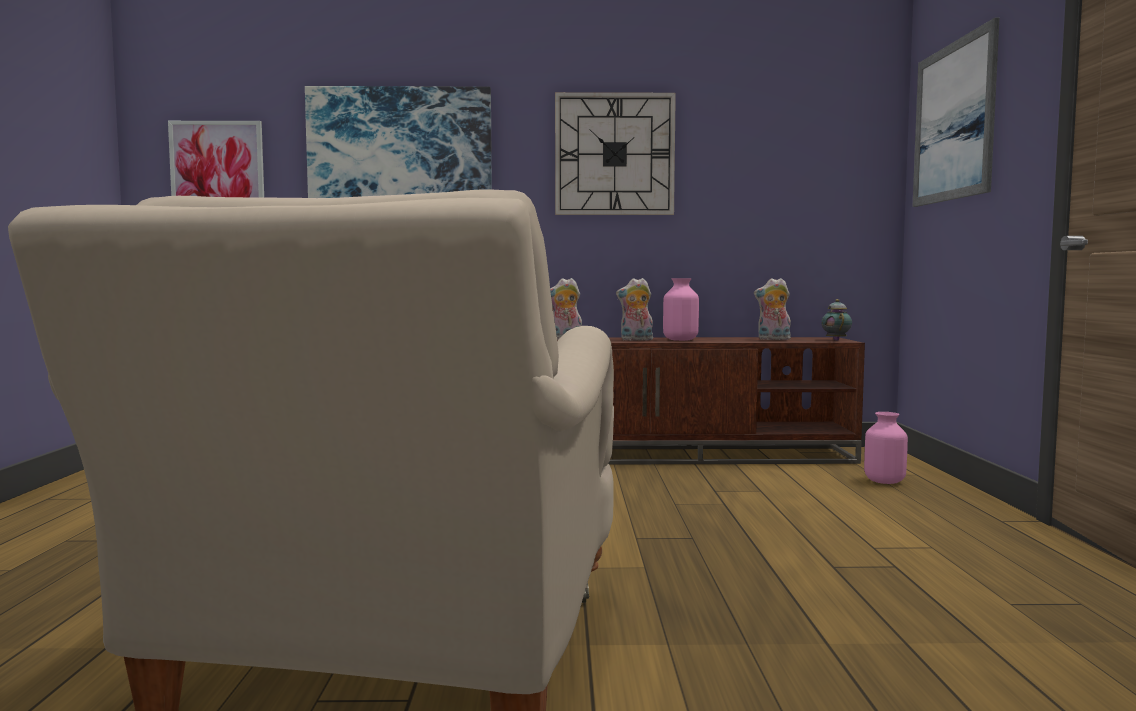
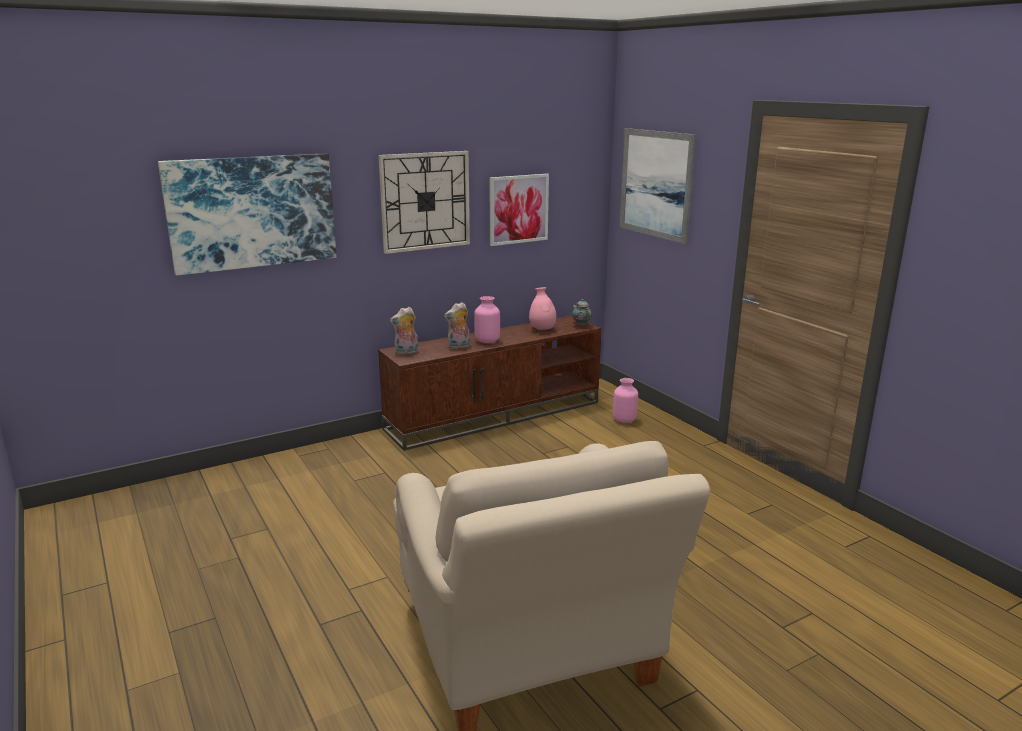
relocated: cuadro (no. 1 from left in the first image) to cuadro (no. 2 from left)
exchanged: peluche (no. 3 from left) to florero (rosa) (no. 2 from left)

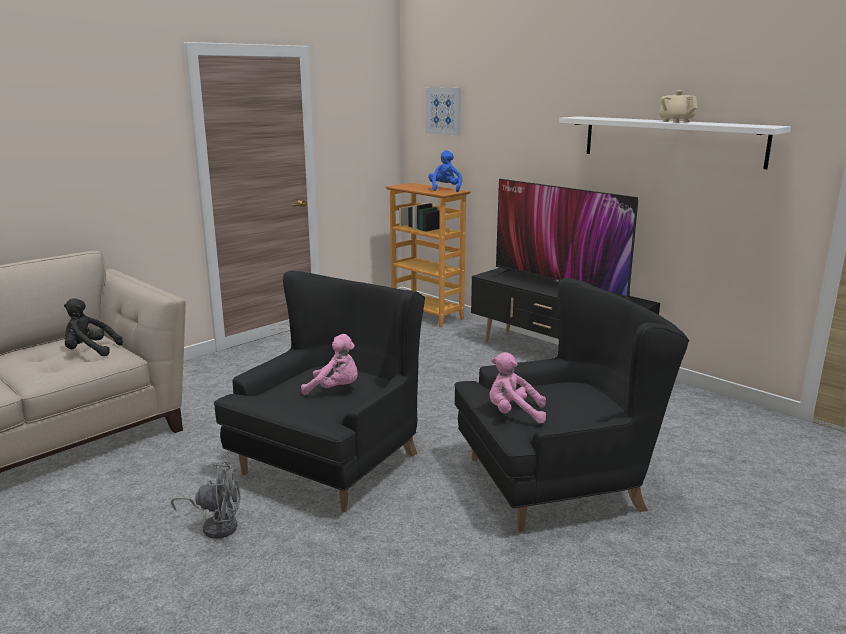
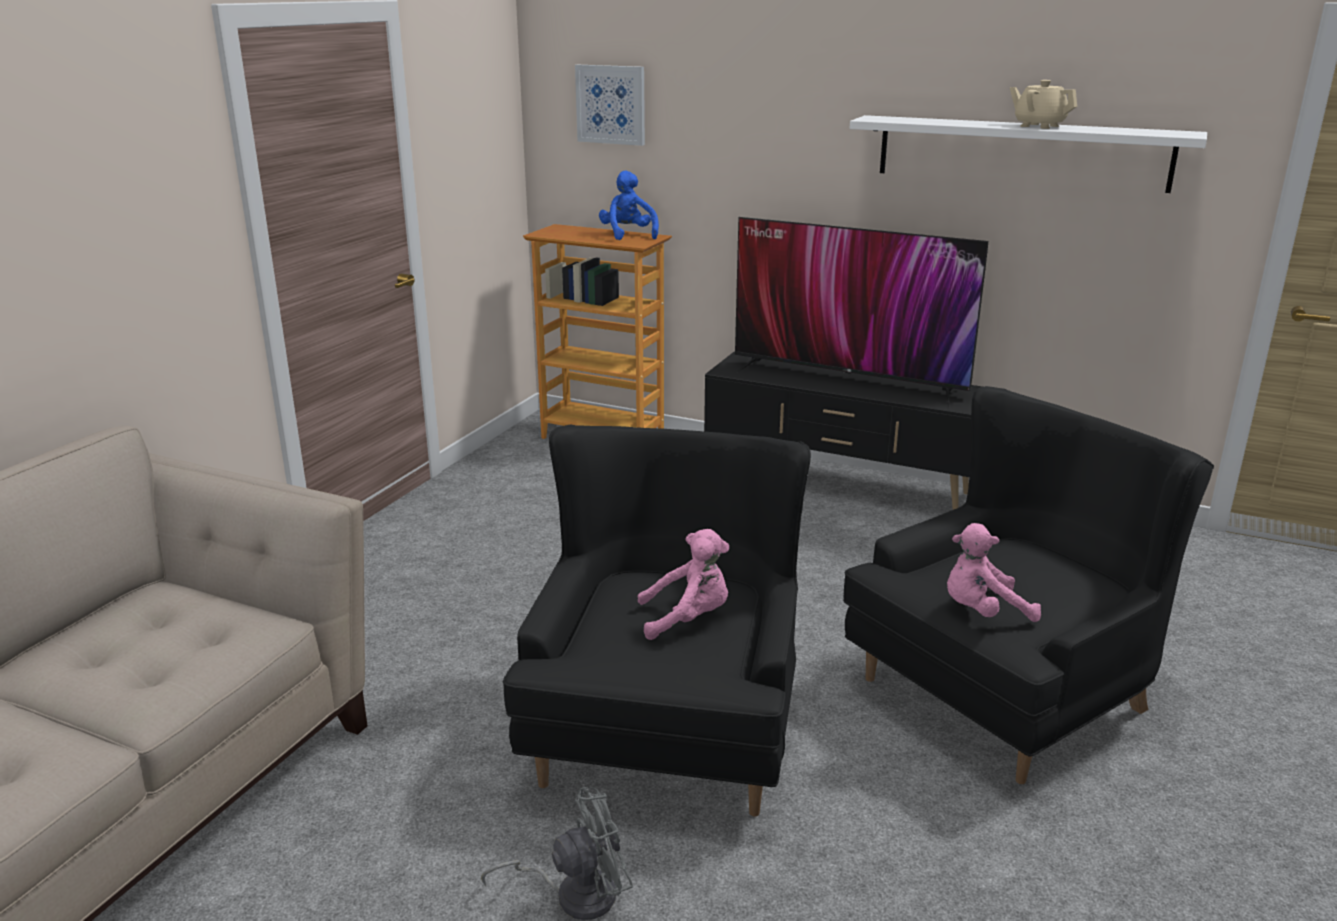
missing: peluche (negro)

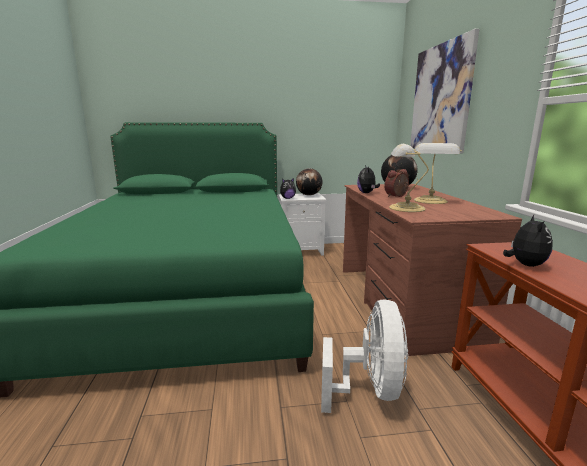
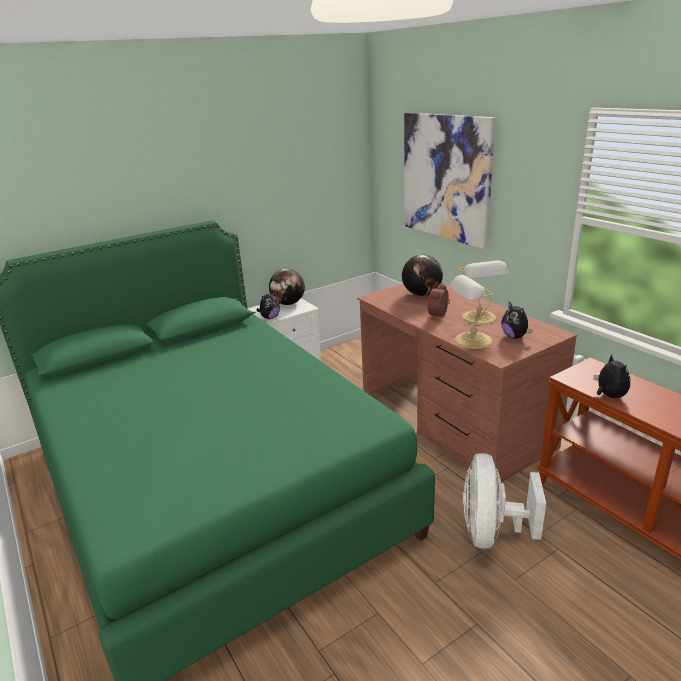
relocated: peluche (no. 2 from left)
spun: ventilador (blanco) 150 degrees counterclockwise

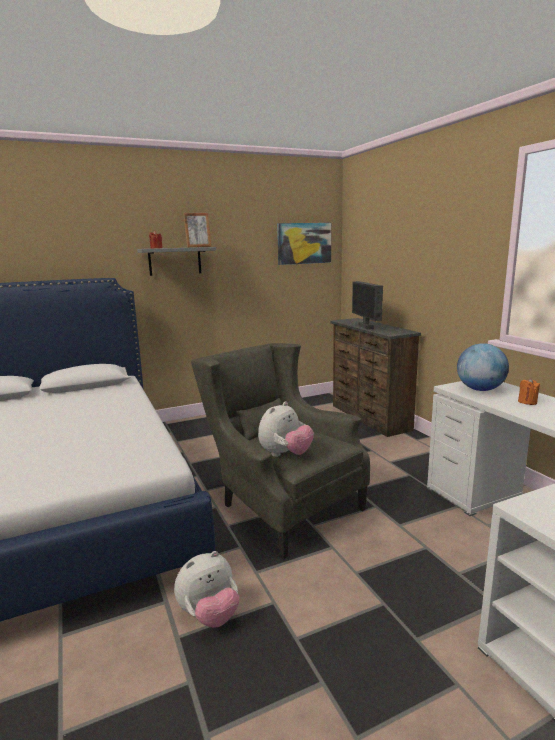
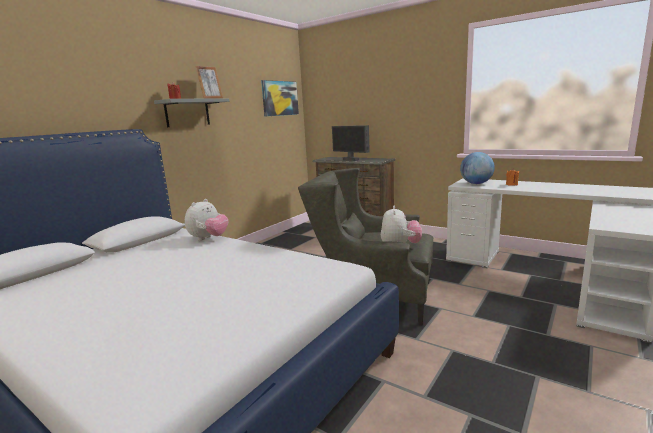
relocated: peluche (no. 1 from left)

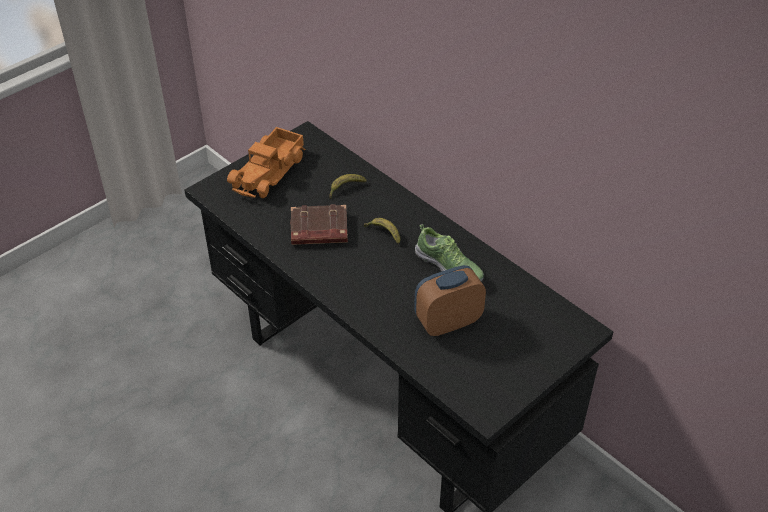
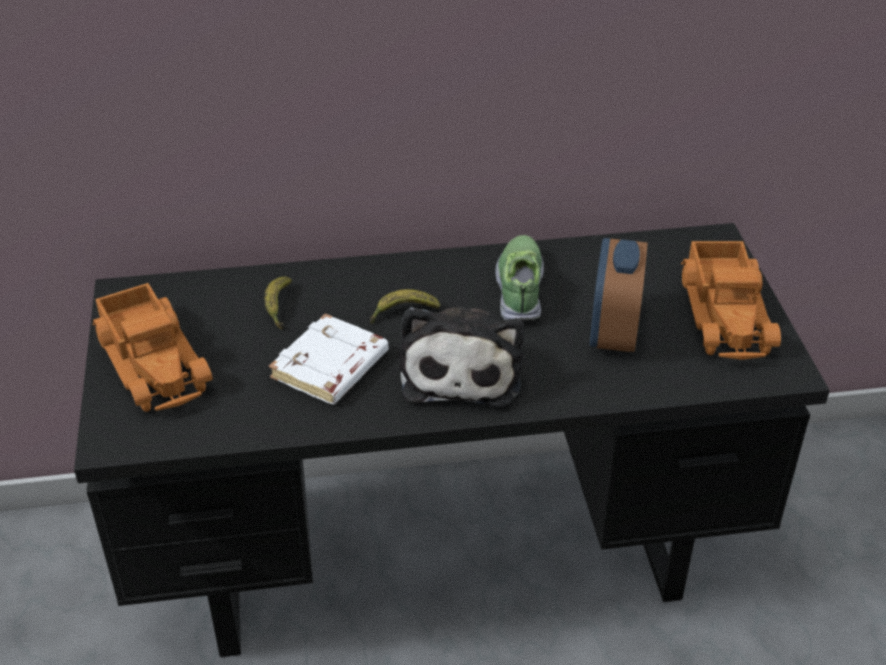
appeared: peluche; camión de juguete (no. 2 from left)
colour: libro (marrón) to libro (blanco)
spun: zapato 75 degrees counterclockwise

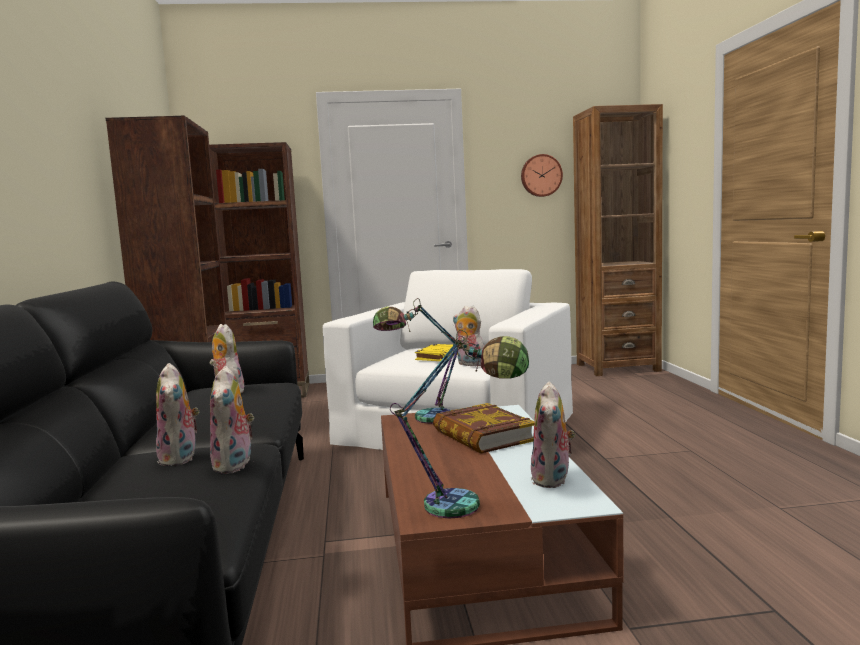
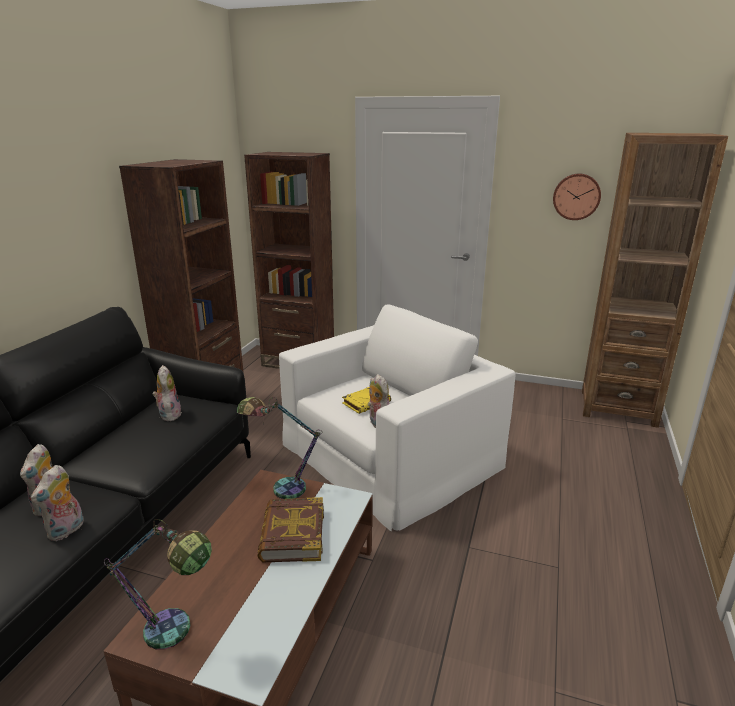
missing: peluche (no. 5 from left)

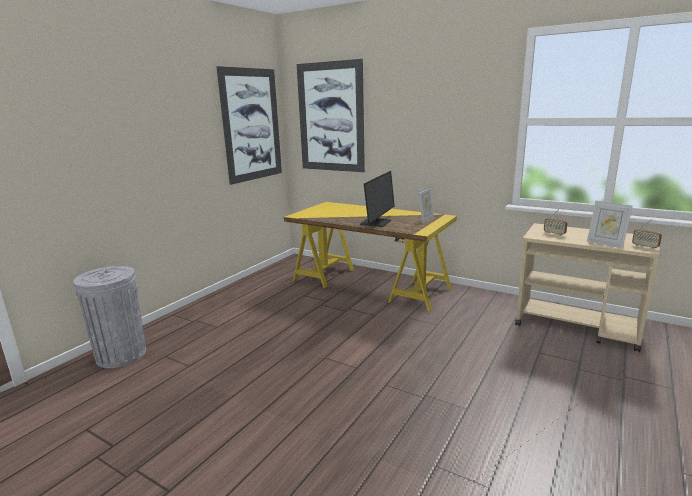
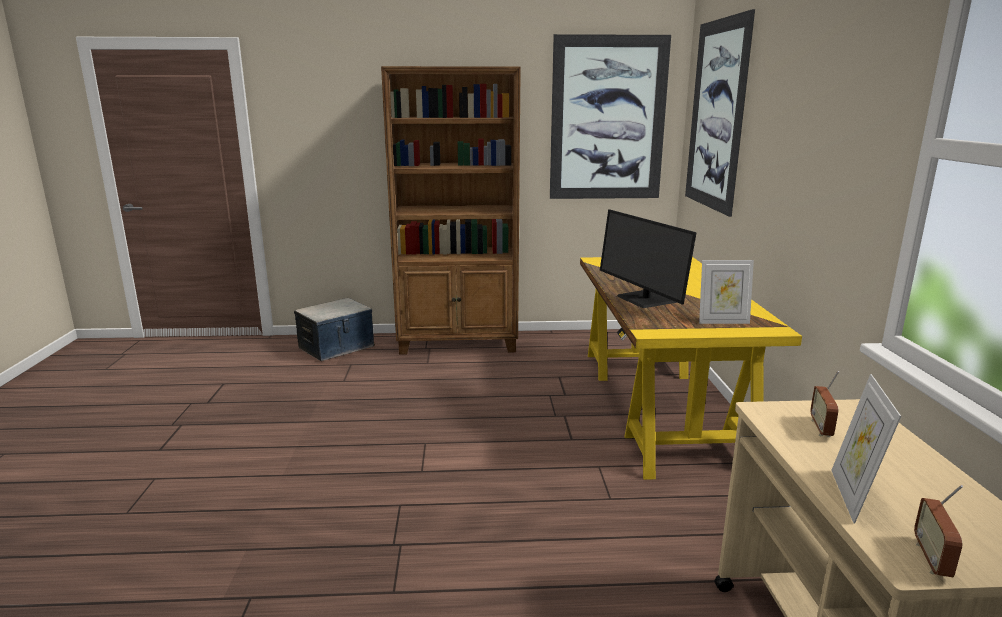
appeared: estantería (marrón)
exchanged: papelera (gris) to caja de almacenaje
spun: monitor 75 degrees clockwise

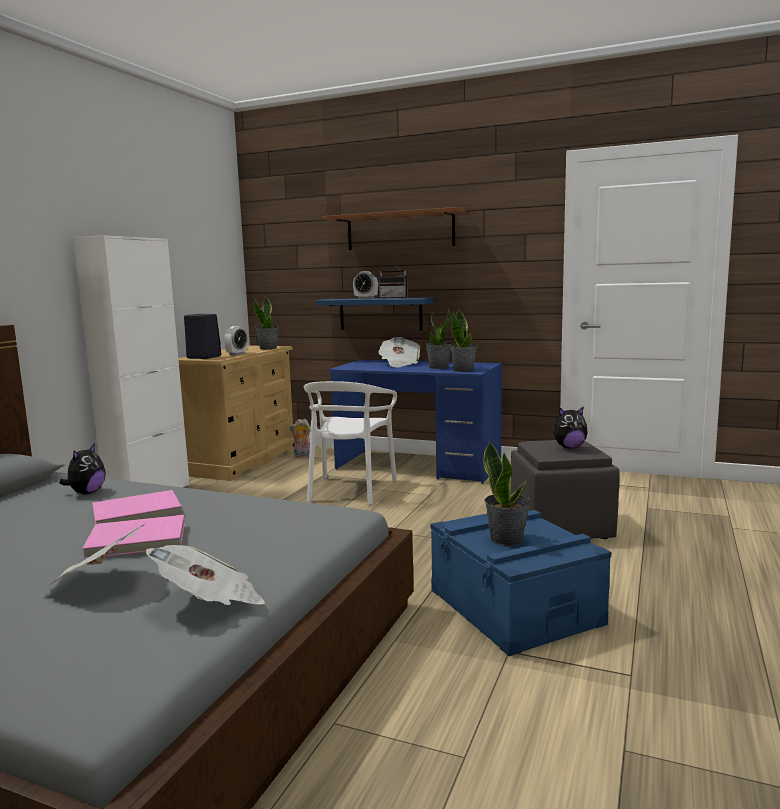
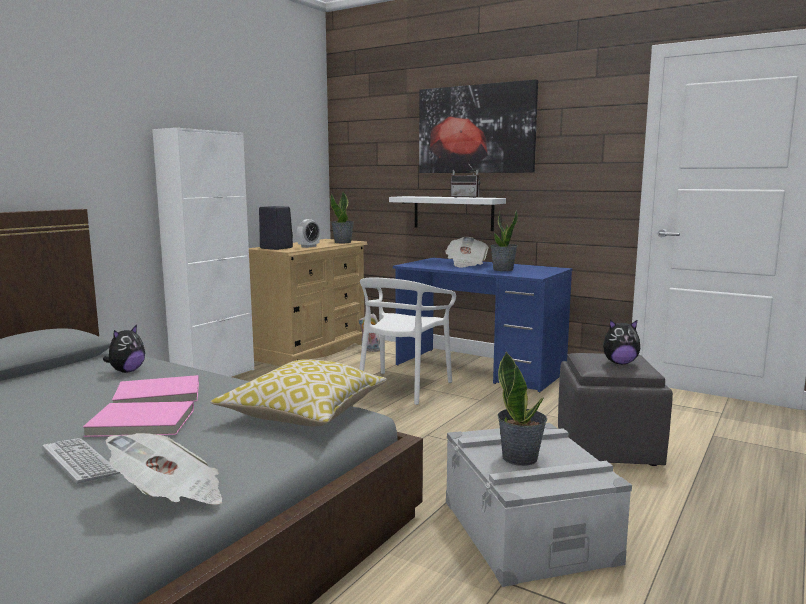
missing: despertador (no. 2 from left); planta en maceta (no. 3 from left)
appeared: cojín
exchanged: periódico (no. 1 from left) to teclado; estante (marrón) to cuadro
colour: estante (azul) to estante (blanco); caja de almacenaje (azul) to caja de almacenaje (gris)

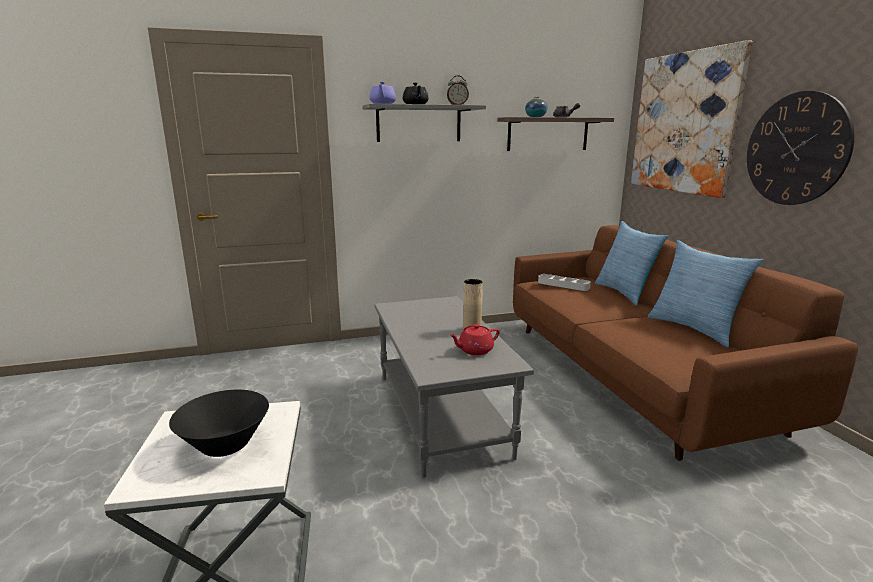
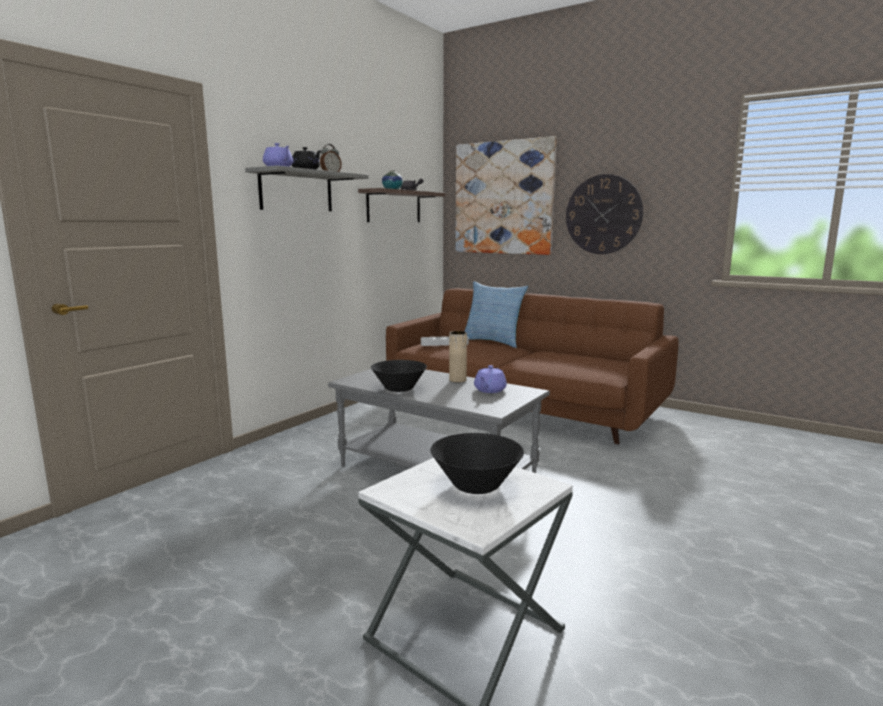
missing: cojín (no. 2 from left)
appeared: cuenco (negro) (no. 1 from left)
colour: tetera (rojo) to tetera (morado) (no. 2 from left)

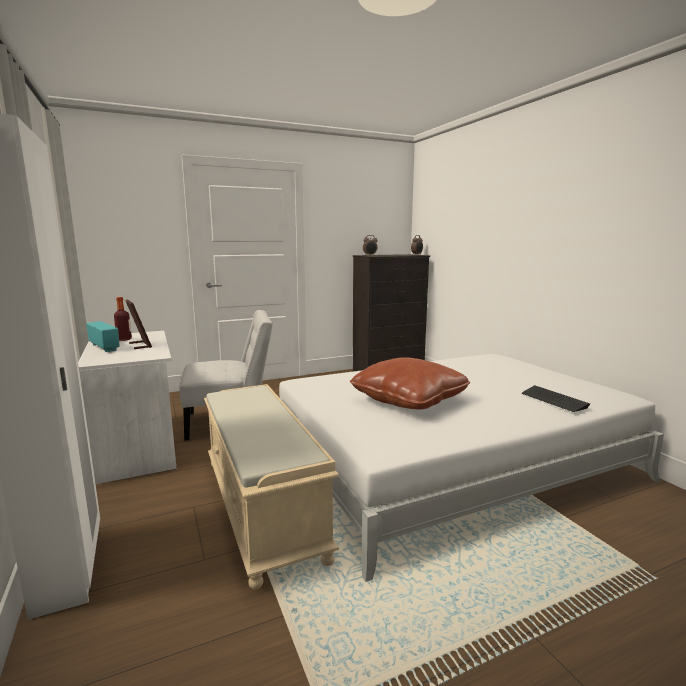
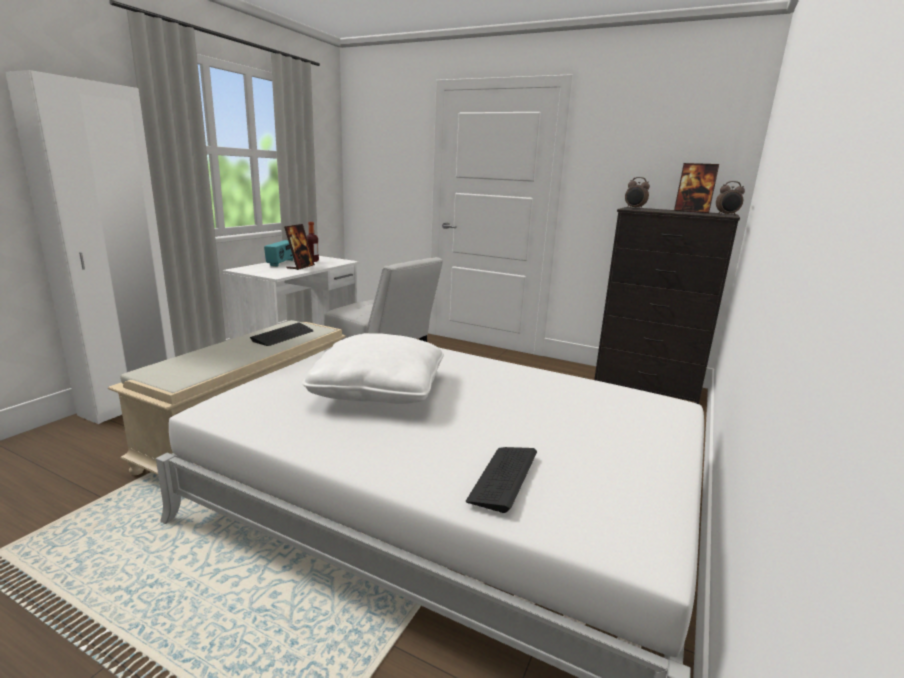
appeared: teclado (no. 1 from left); portarretratos (no. 2 from left)
colour: cojín (marrón) to cojín (blanco)

